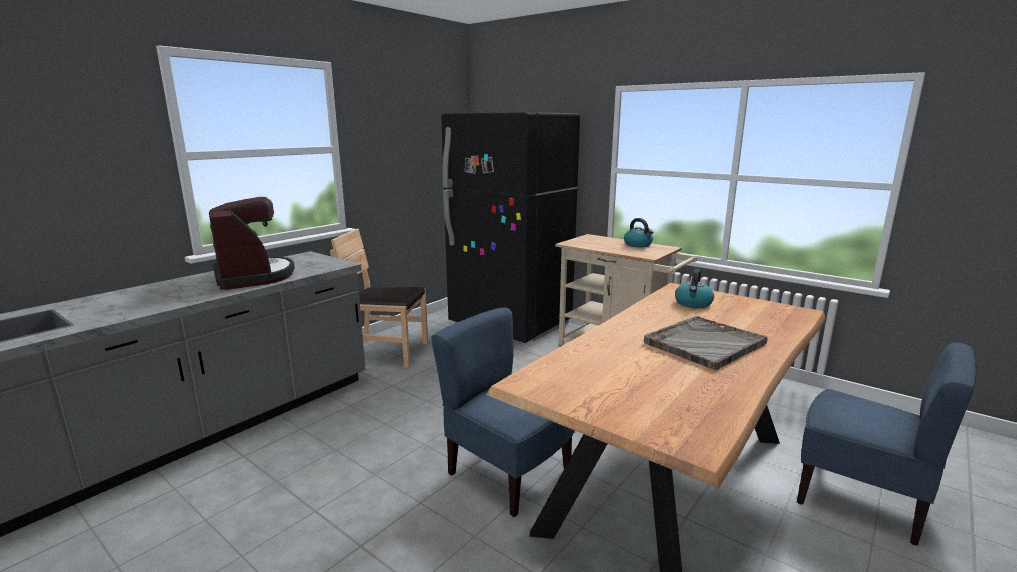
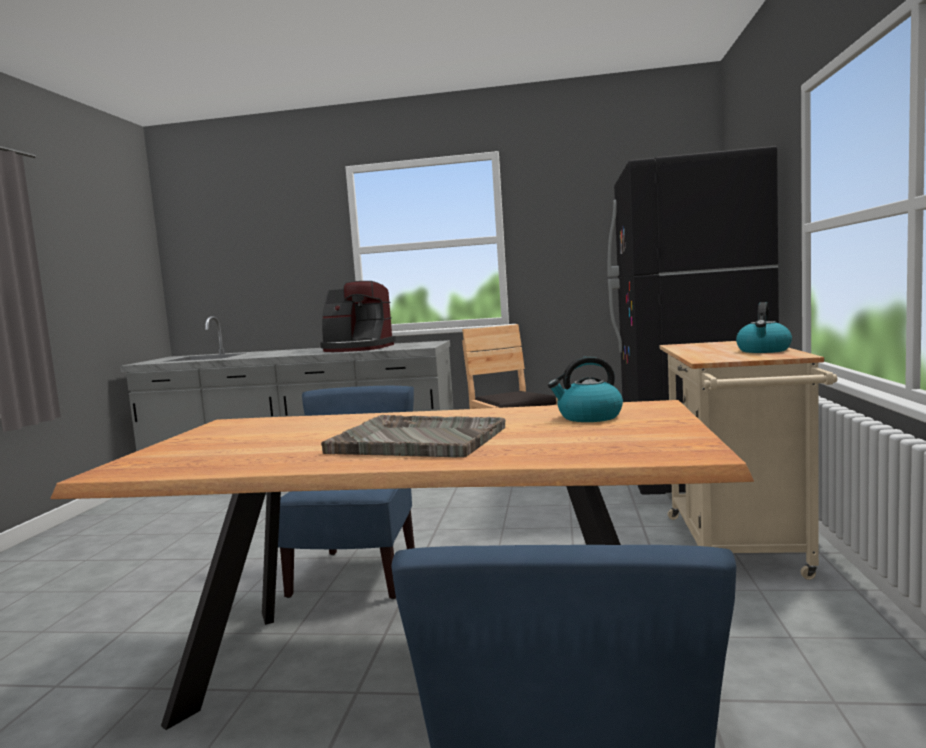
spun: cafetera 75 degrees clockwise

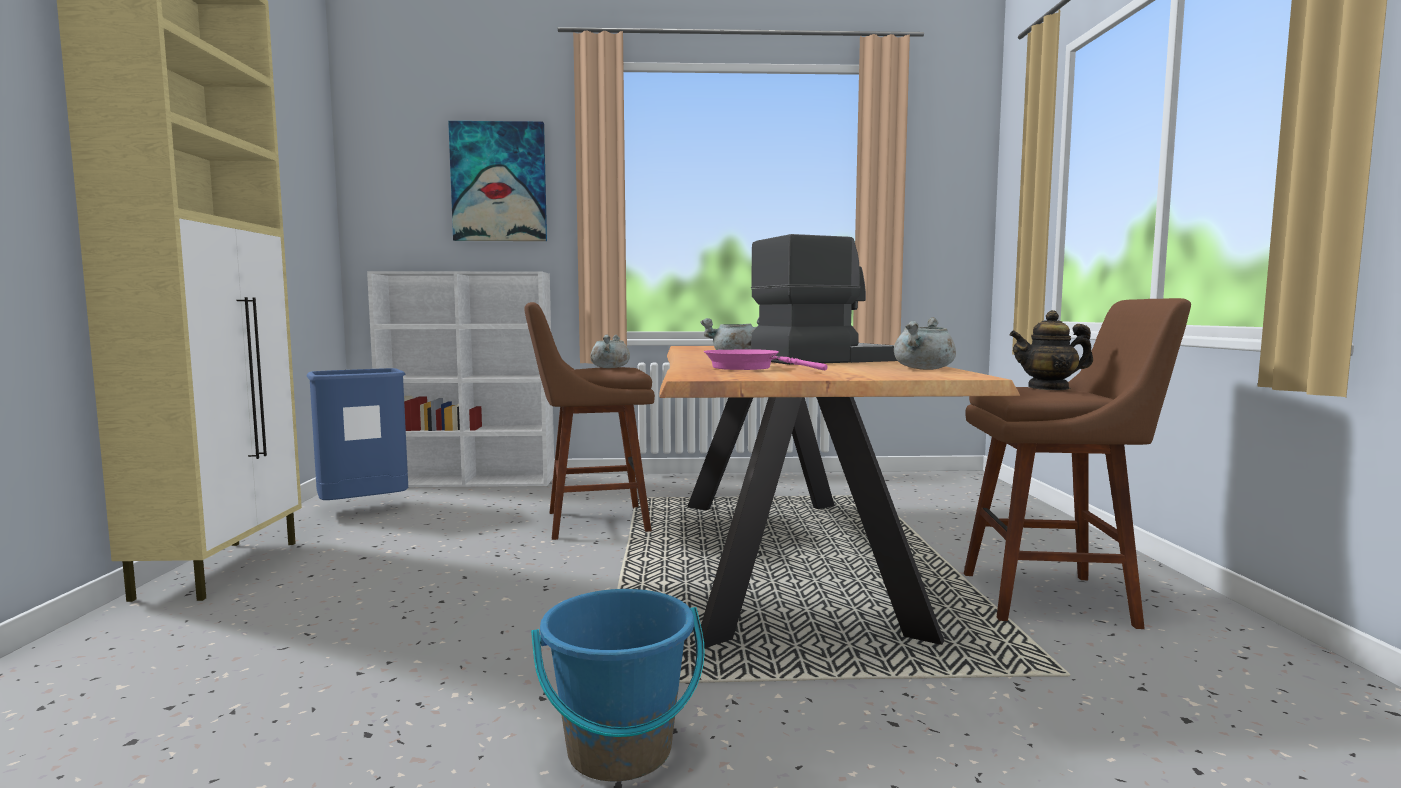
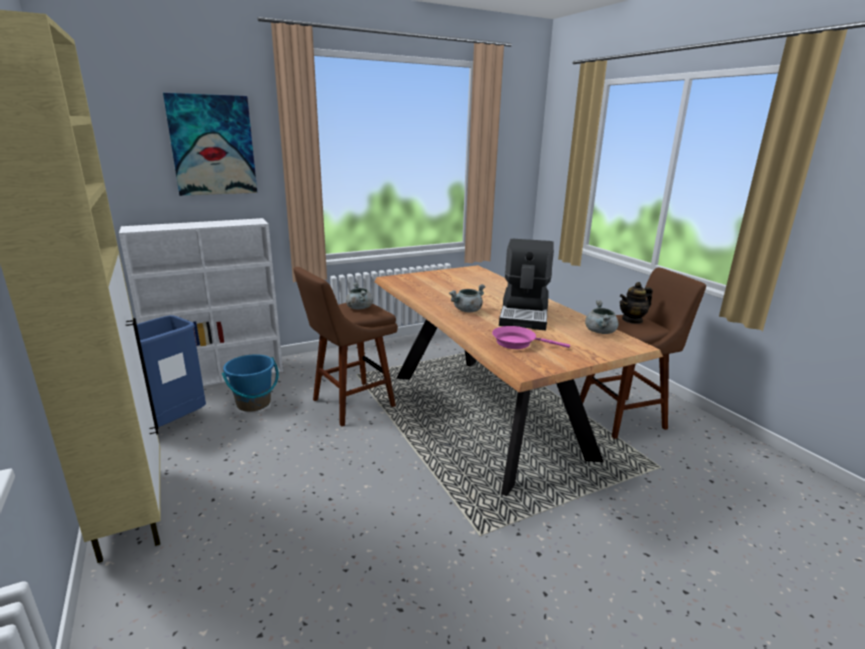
relocated: cubo (azul)
spun: cafetera 150 degrees clockwise

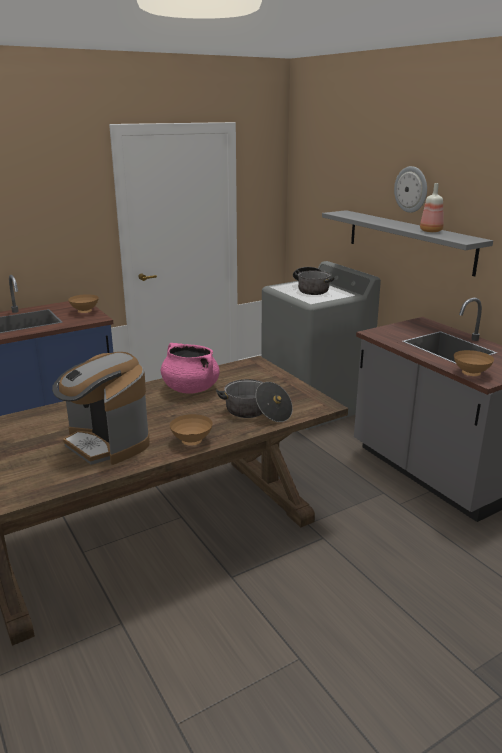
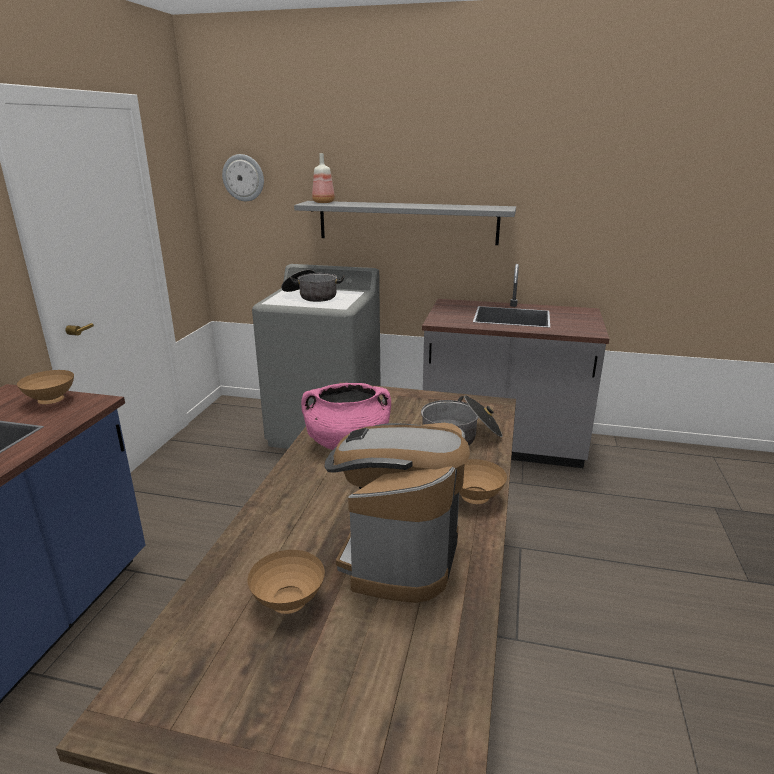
relocated: reloj de pared; cuenco (marrón) (no. 3 from left in the first image) to cuenco (marrón) (no. 2 from left); botella
spun: cafetera 105 degrees clockwise

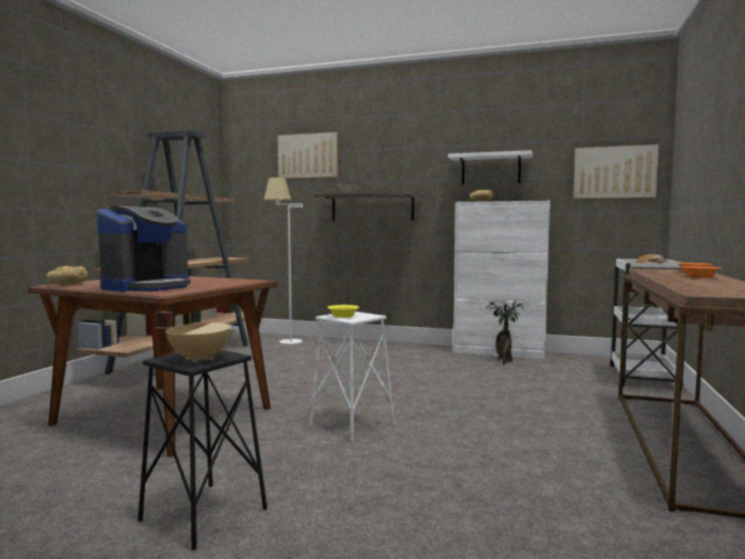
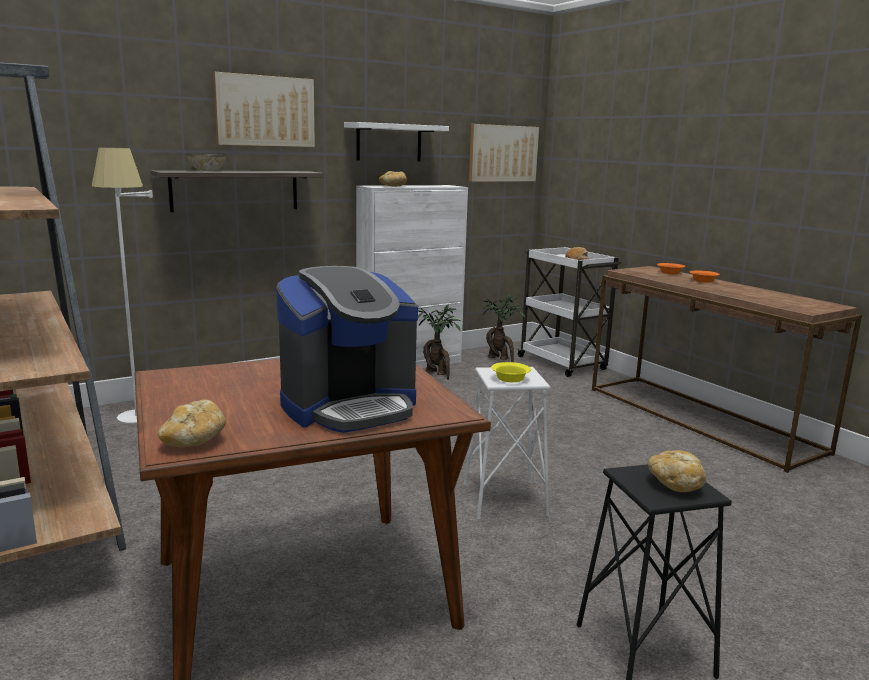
appeared: planta en maceta (no. 2 from left)
relocated: cuadro (no. 1 from left)
exchanged: olla (beis) to pan (no. 4 from left)
spun: cafetera 75 degrees clockwise

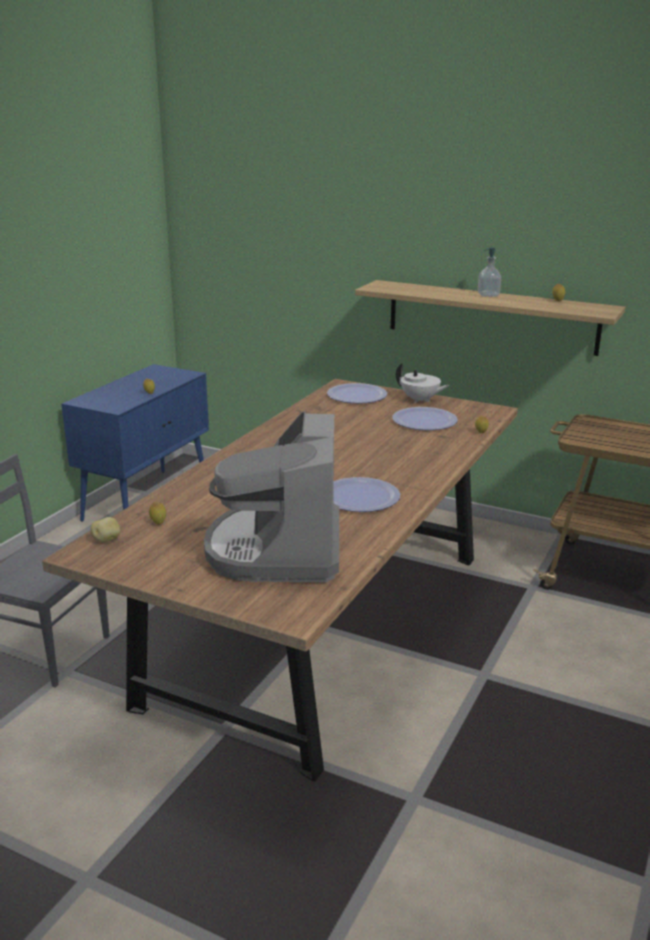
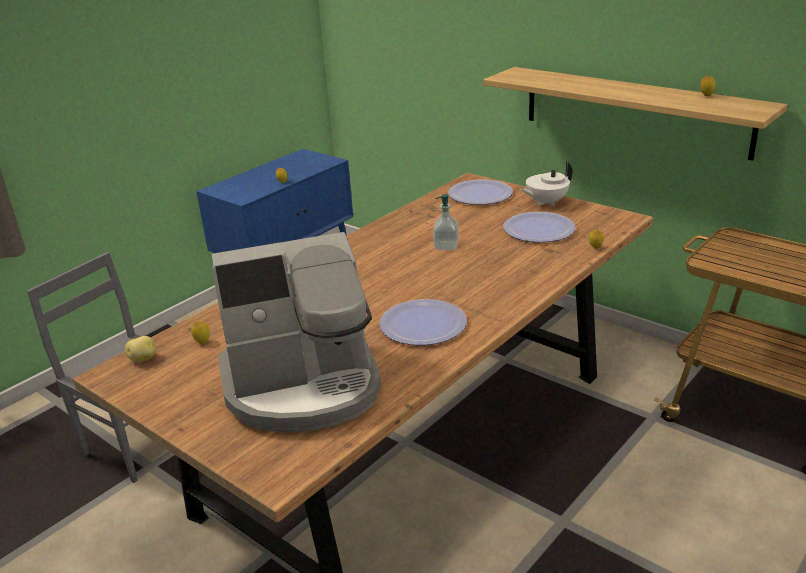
relocated: dispensador de jabón
spun: cafetera 120 degrees counterclockwise; tetera (blanco) 105 degrees clockwise

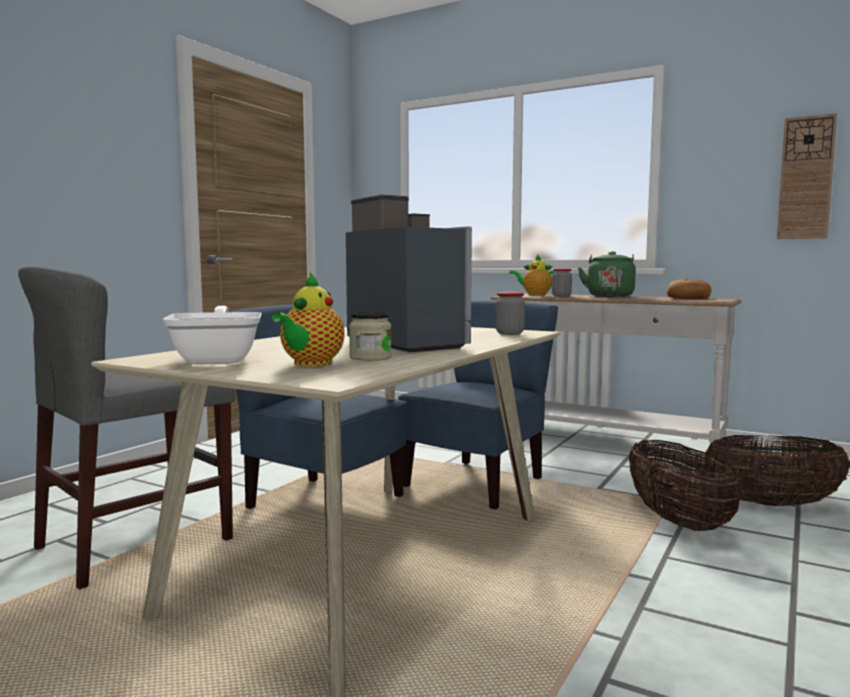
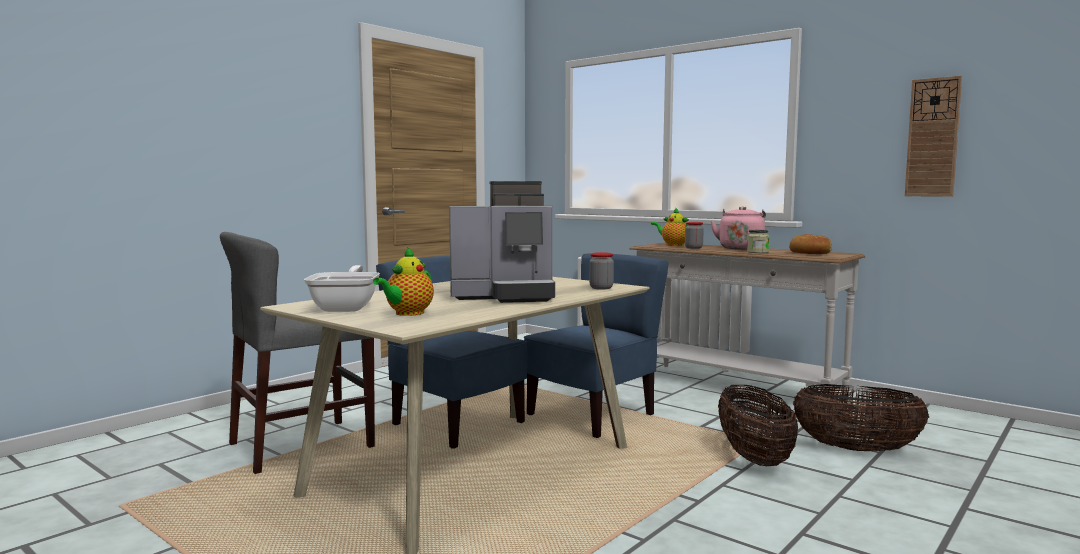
relocated: tarro (no. 1 from left in the first image) to tarro (no. 3 from left)
colour: hervidor (verde) to hervidor (rosa)
spun: cafetera 105 degrees clockwise

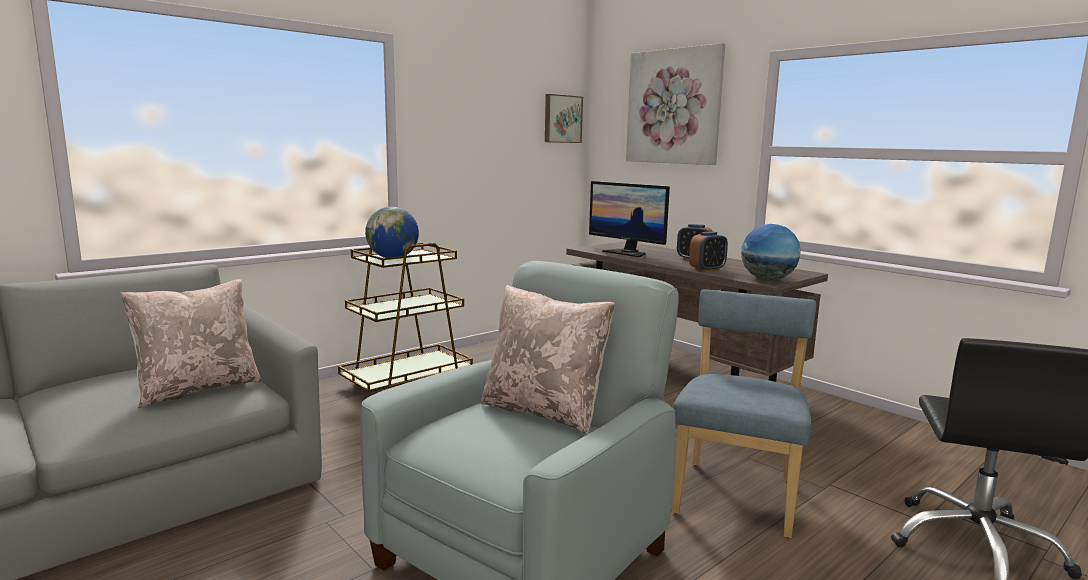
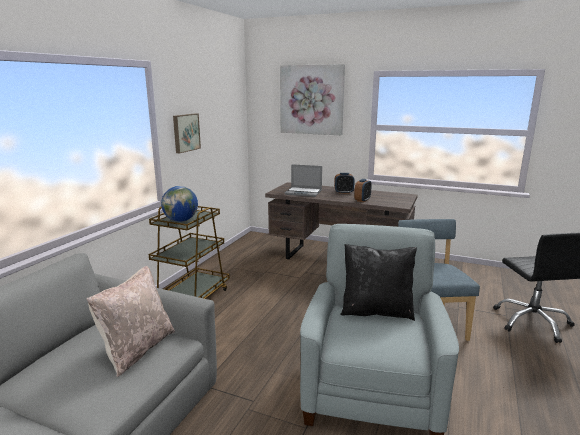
missing: globo terráqueo (no. 2 from left)
relocated: cuadro (no. 1 from left)
exchanged: monitor to portátil
colour: cojín (beis) (no. 2 from left) to cojín (negro)

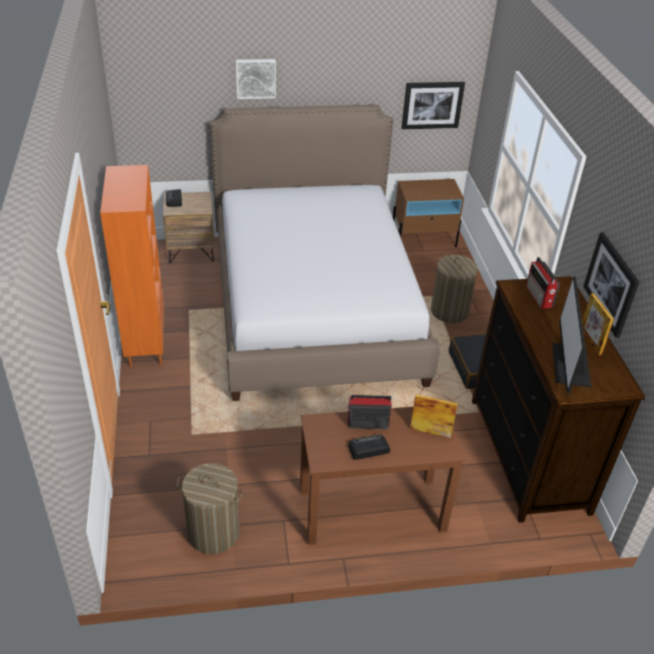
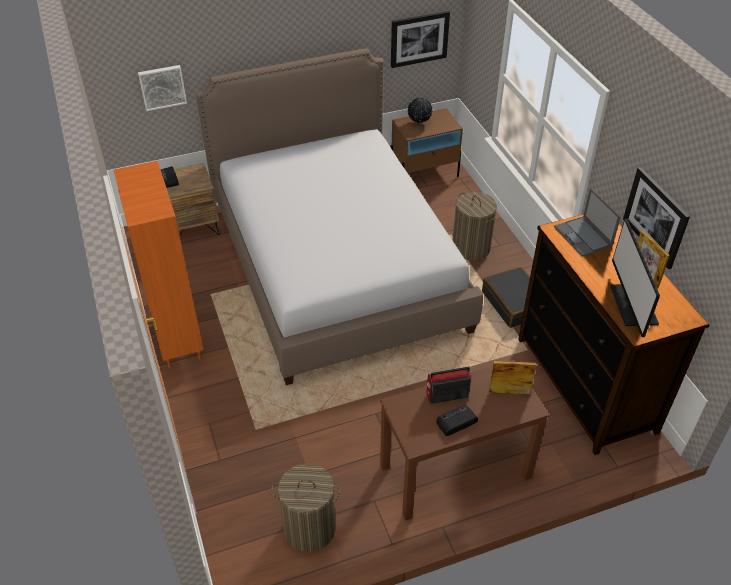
appeared: globo terráqueo
relocated: cuadro (no. 1 from left)
exchanged: radio (no. 4 from left) to portátil

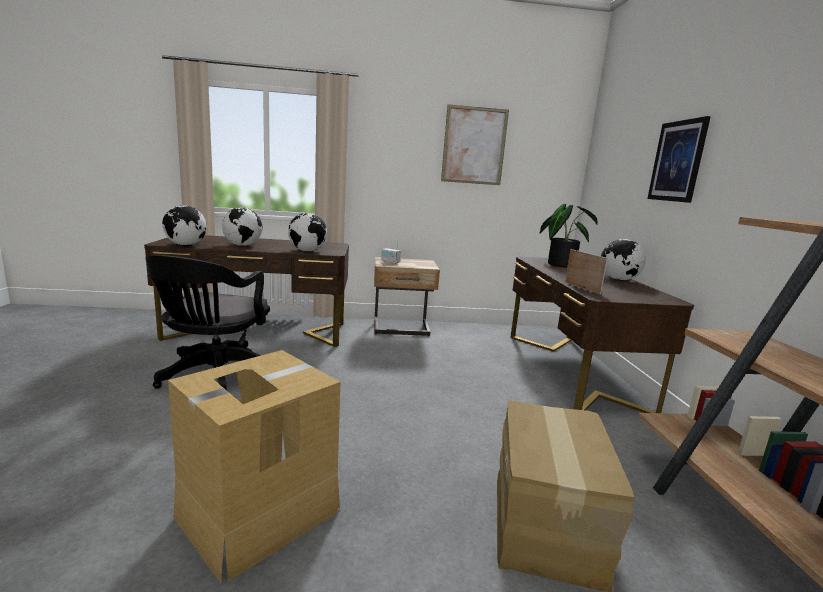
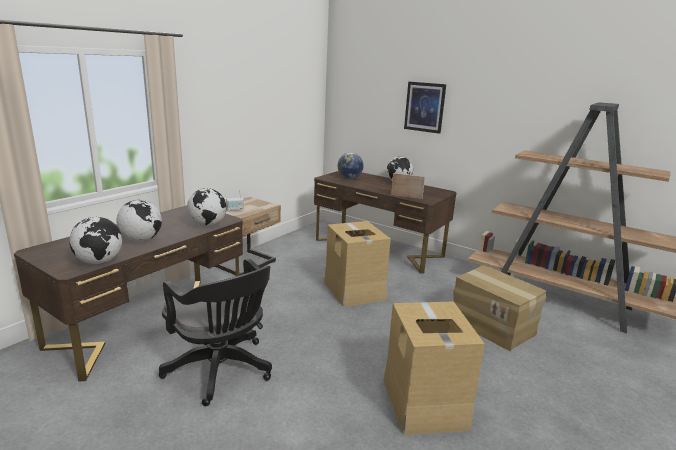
missing: cuadro (no. 1 from left)
appeared: caja de cartón (no. 1 from left)
exchanged: planta en maceta to globo terráqueo (no. 4 from left)

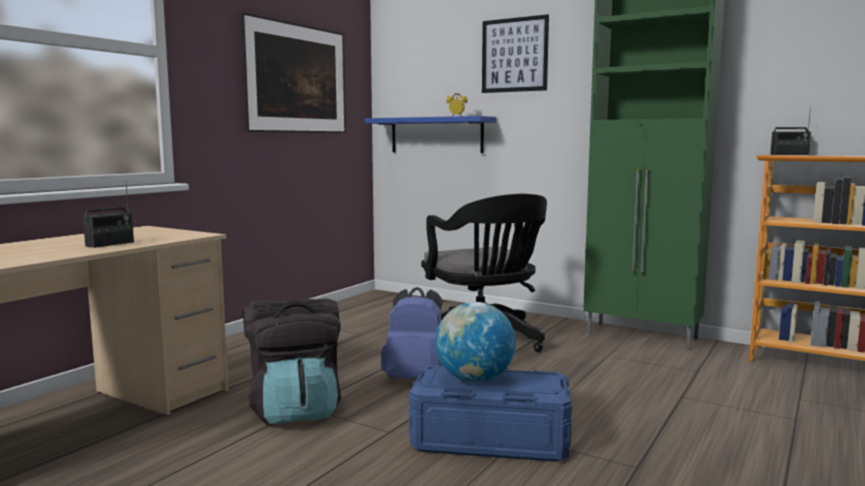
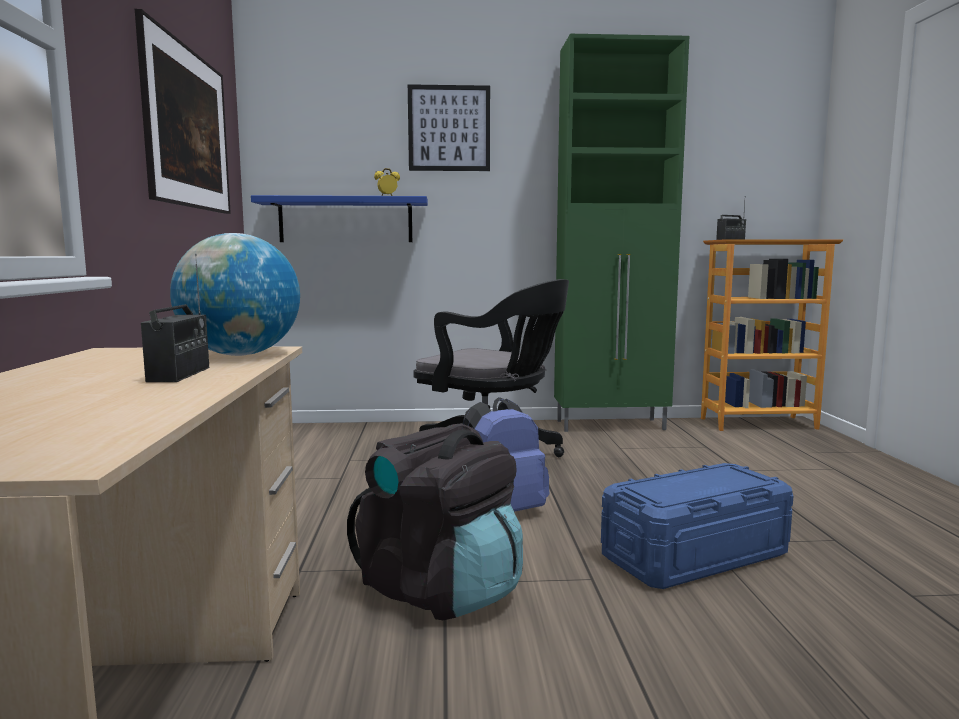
relocated: globo terráqueo

